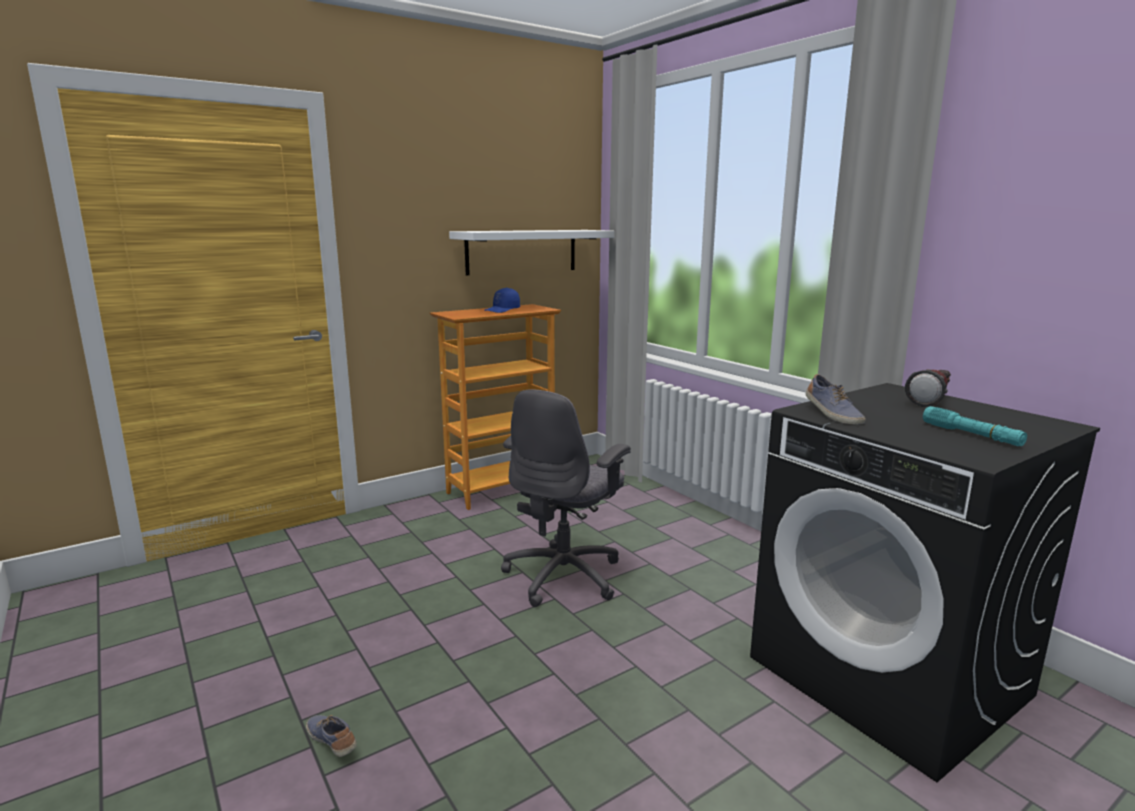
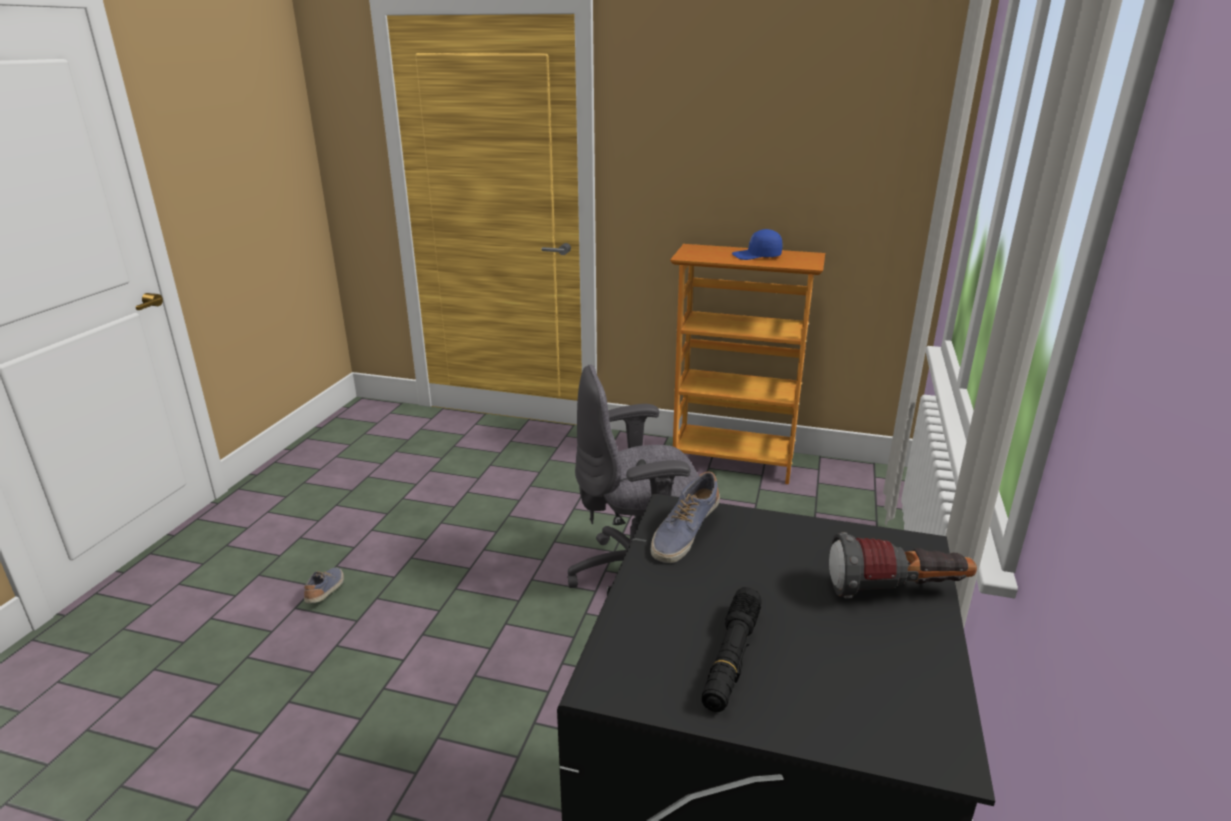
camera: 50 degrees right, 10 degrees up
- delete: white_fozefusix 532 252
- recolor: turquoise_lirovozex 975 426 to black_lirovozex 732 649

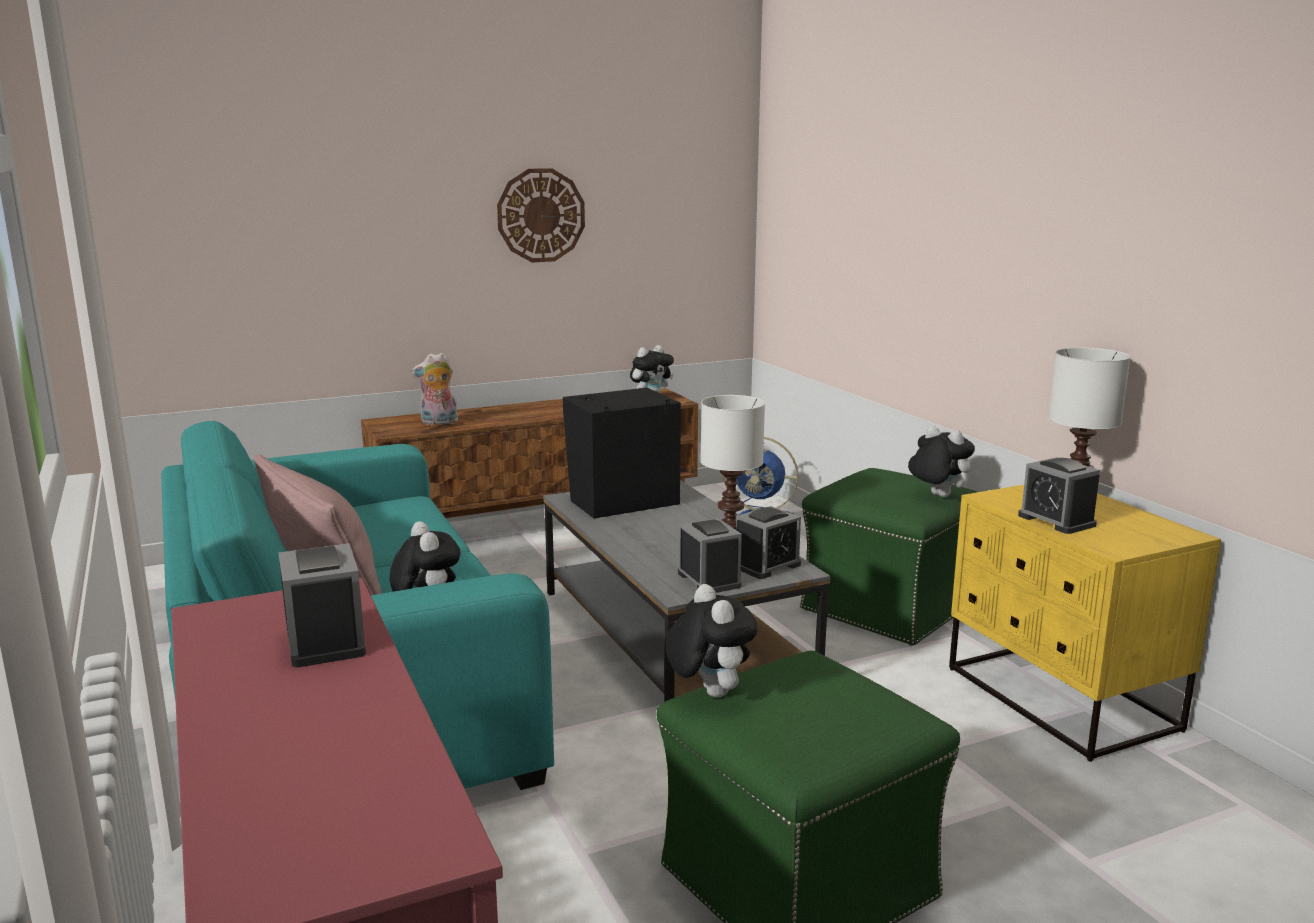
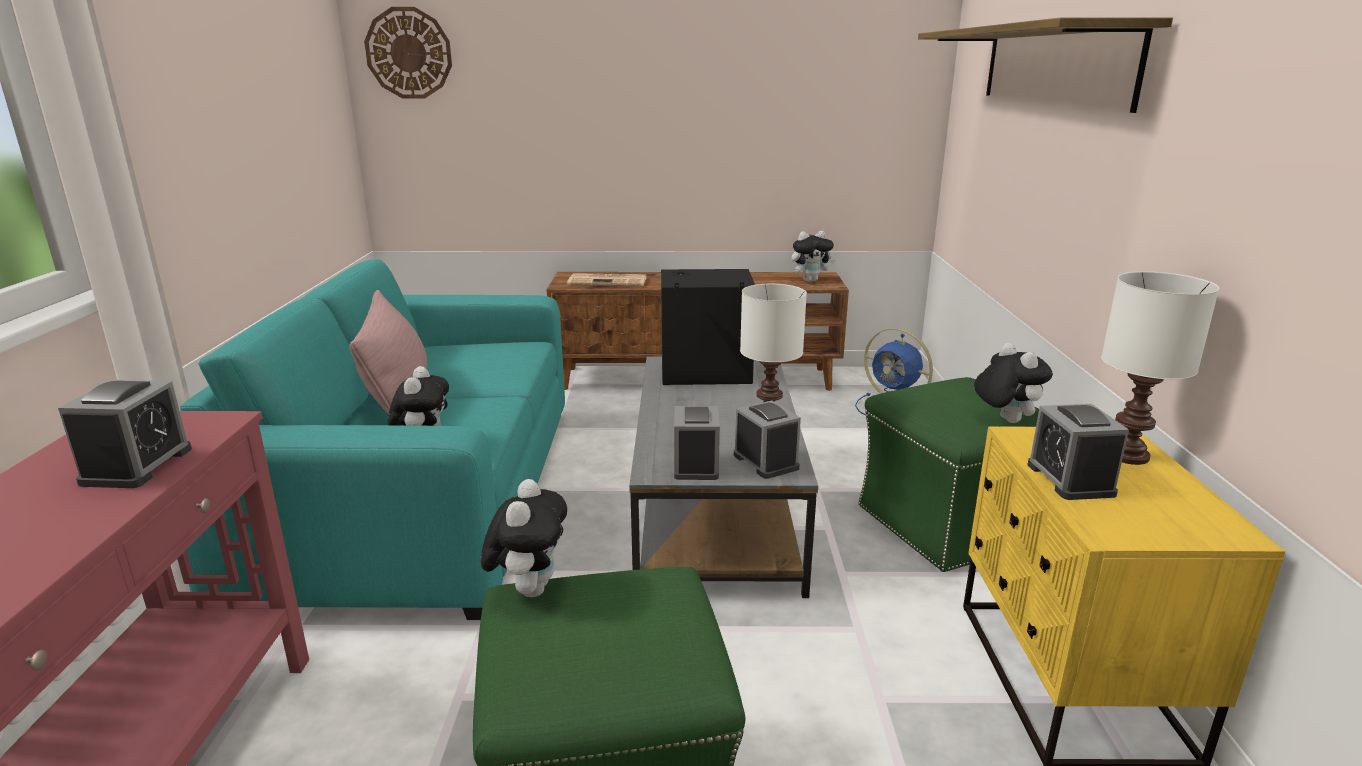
camera: 25 degrees right, 5 degrees up
- insert: fozefusix 1045 65
- move: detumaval 541 215 to 408 53
- replace: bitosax 434 388 to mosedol 607 279
- rotate: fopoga 768 542 = 767 440 105 degrees counterclockwise

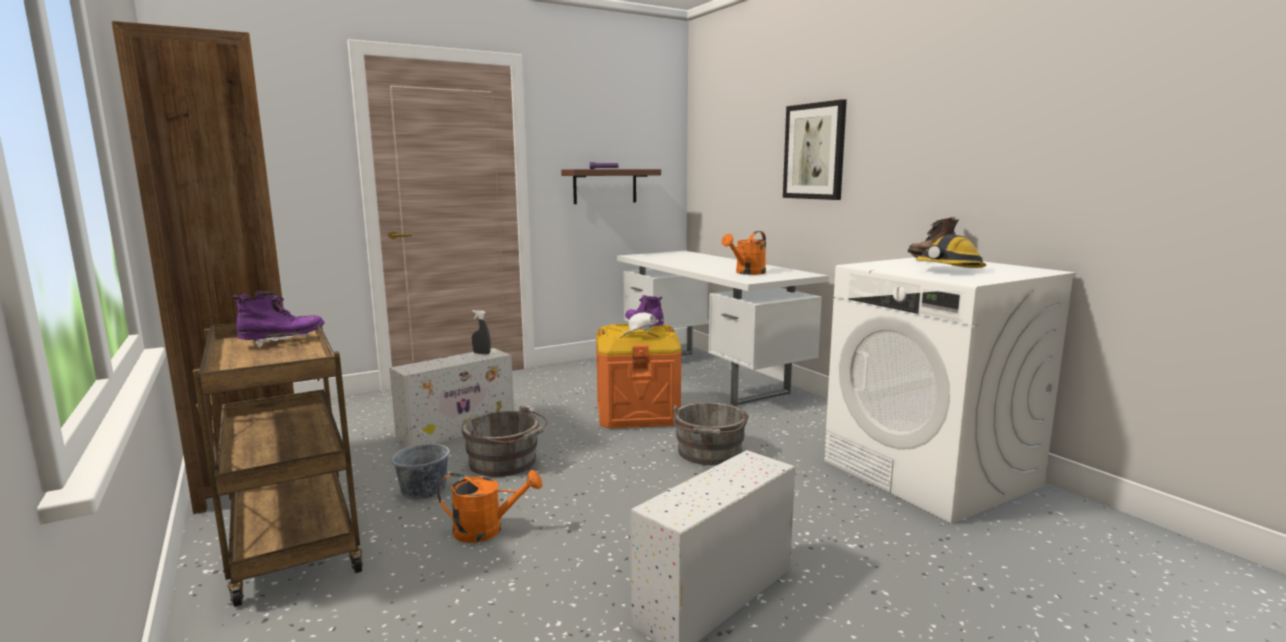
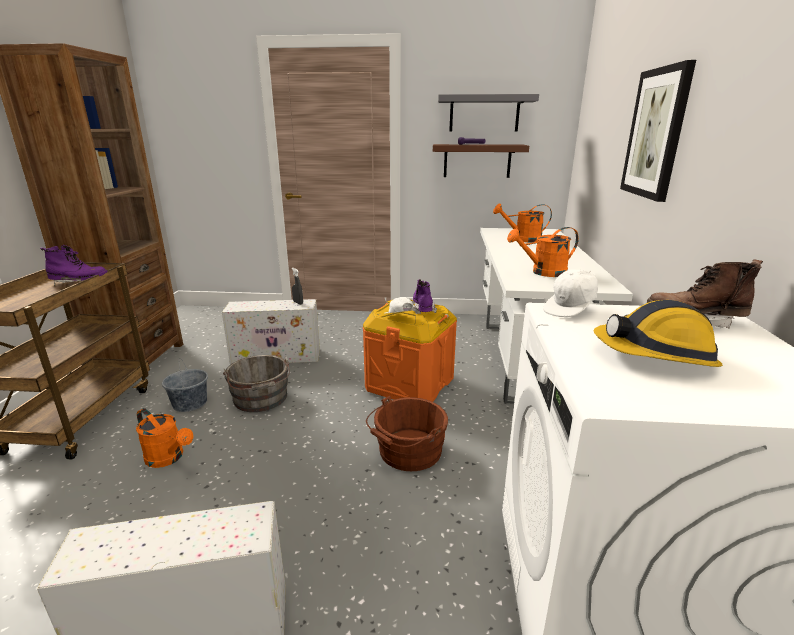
camera: 35 degrees right, 10 degrees up
- insert: grey_fozefusix 488 113
- insert: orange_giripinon 522 223
- insert: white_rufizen 570 293
- recolor: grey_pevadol 710 433 to brown_pevadol 407 433

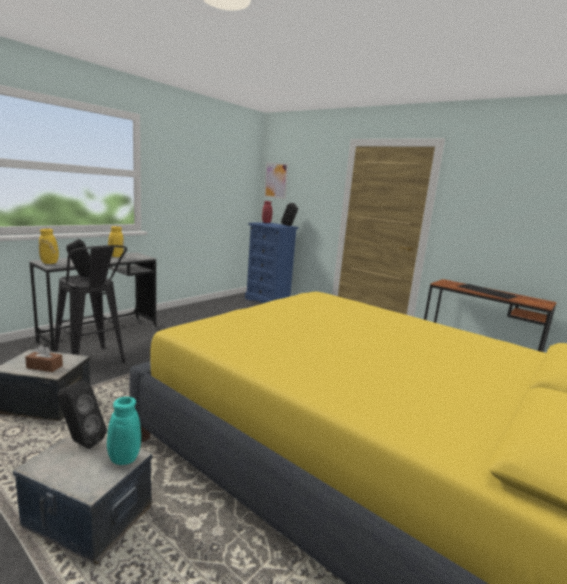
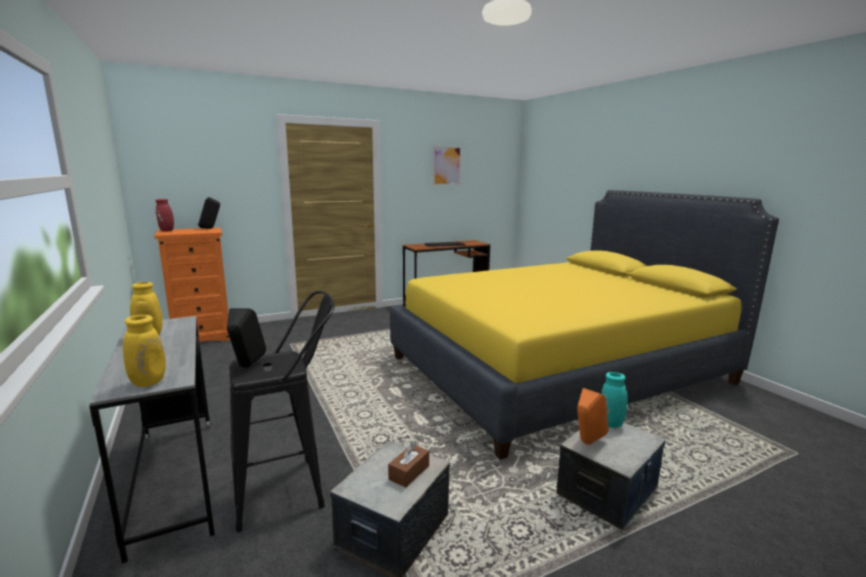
camera: 65 degrees left, 0 degrees up
- move: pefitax 276 181 to 447 165
- recolor: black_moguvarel 82 414 to orange_moguvarel 593 416
- recolor: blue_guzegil 271 262 to orange_guzegil 192 285

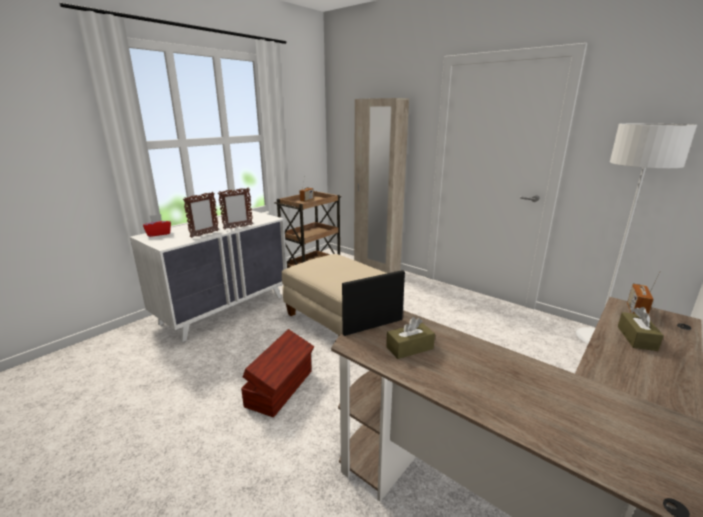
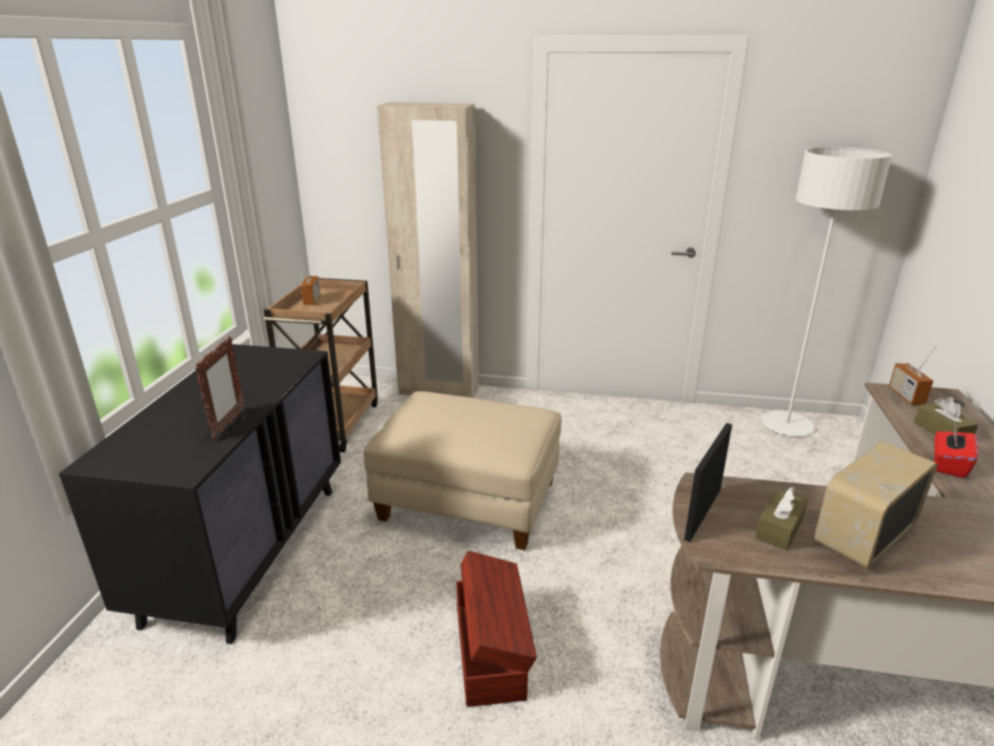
camera: 30 degrees left, 5 degrees up
- delete: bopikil 235 208
- insert: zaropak 876 505
- move: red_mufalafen 157 225 to 956 450
- recolor: white_guzegil 208 276 to black_guzegil 200 494

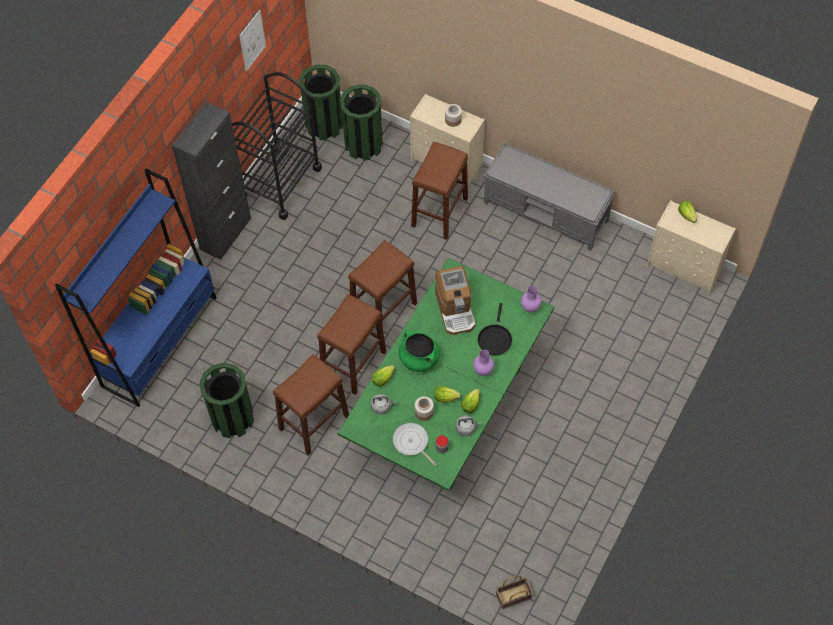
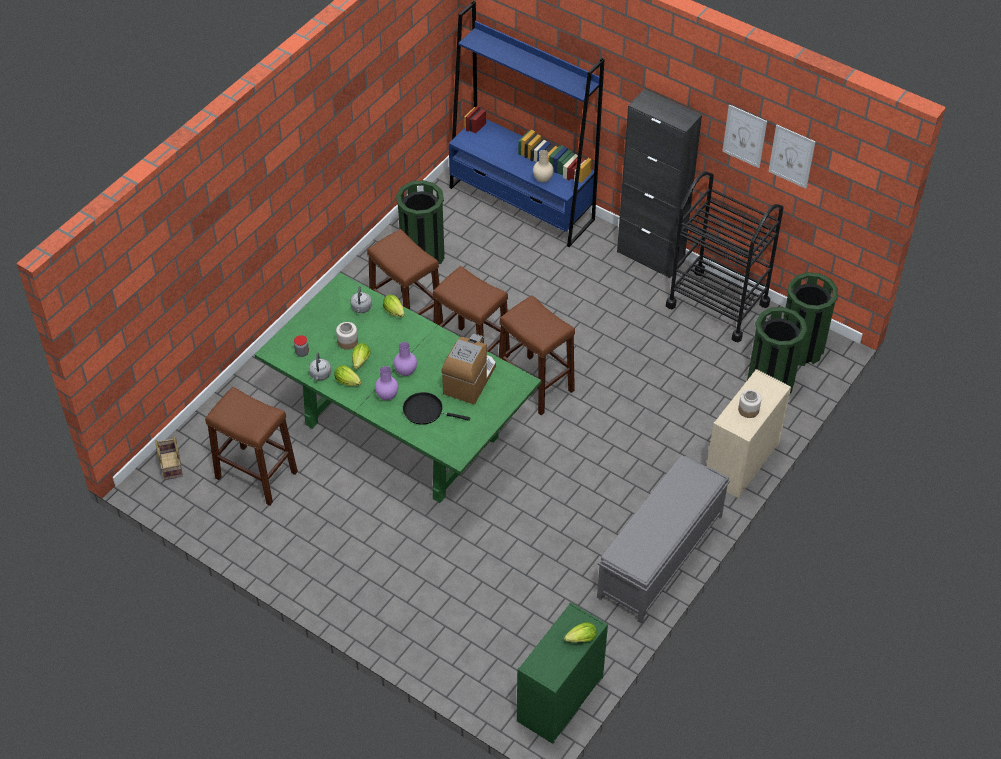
camera: 95 degrees right, 10 degrees down
- delete: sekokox 415 444
- delete: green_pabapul 419 351
- insert: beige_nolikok 543 166
- insert: pefitax 744 136
- move: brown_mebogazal 439 190 to 251 446
- move: purple_nolikok 531 299 to 405 359
- recolor: beige_guzegil 691 247 to green_guzegil 562 673
- rotate: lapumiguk 455 300 = 468 369 120 degrees clockwise

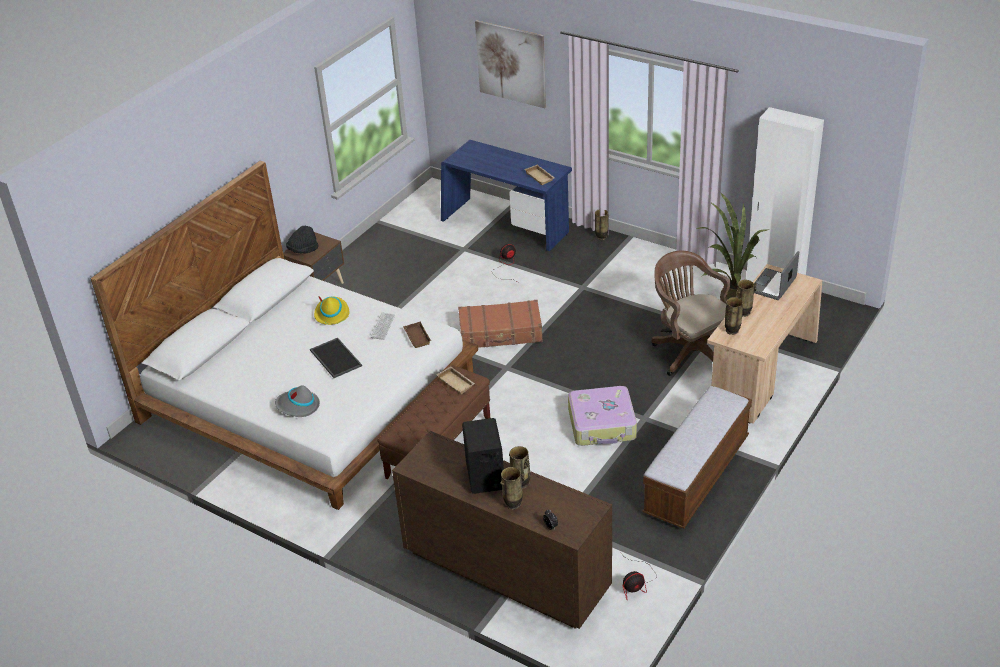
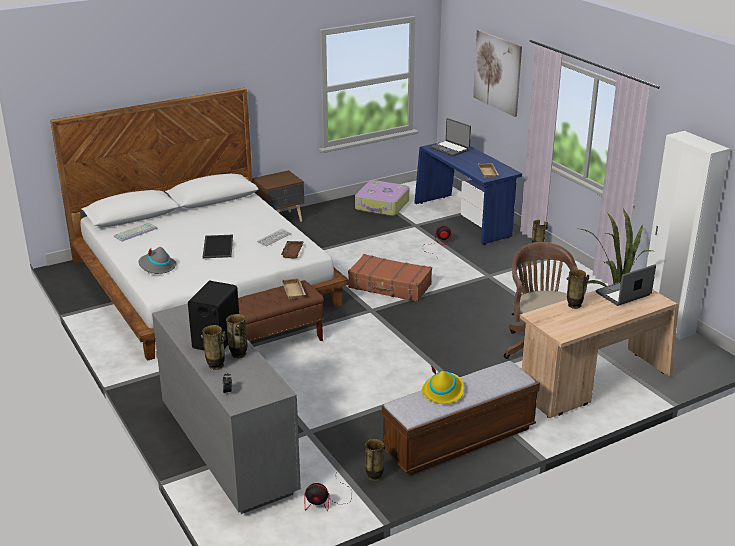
camera: 25 degrees right, 10 degrees down
- delete: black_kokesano 302 240
- insert: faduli 136 232
- insert: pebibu 450 137
- move: yellow_kokesano 331 310 to 443 385
- move: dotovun 602 416 to 382 198
- move: nolikok 734 315 to 375 460
- recolor: brown_guzegil 502 530 to grey_guzegil 226 409

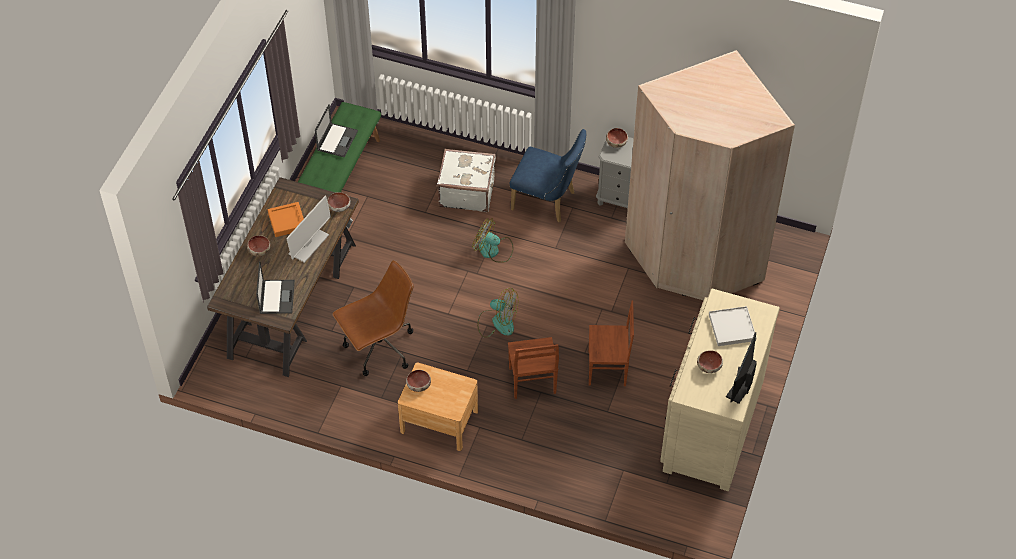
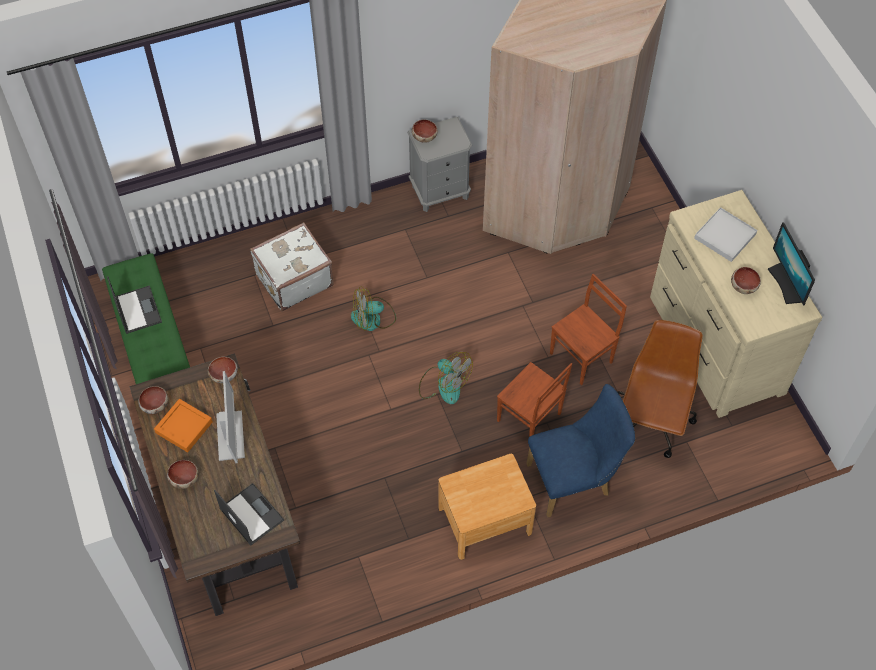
camera: 40 degrees left, 5 degrees up
- move: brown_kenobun 373 318 to 660 389
- move: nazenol 418 381 to 153 400
- move: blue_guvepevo 548 176 to 580 450
- rotate: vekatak 497 313 = 446 378 60 degrees clockwise

